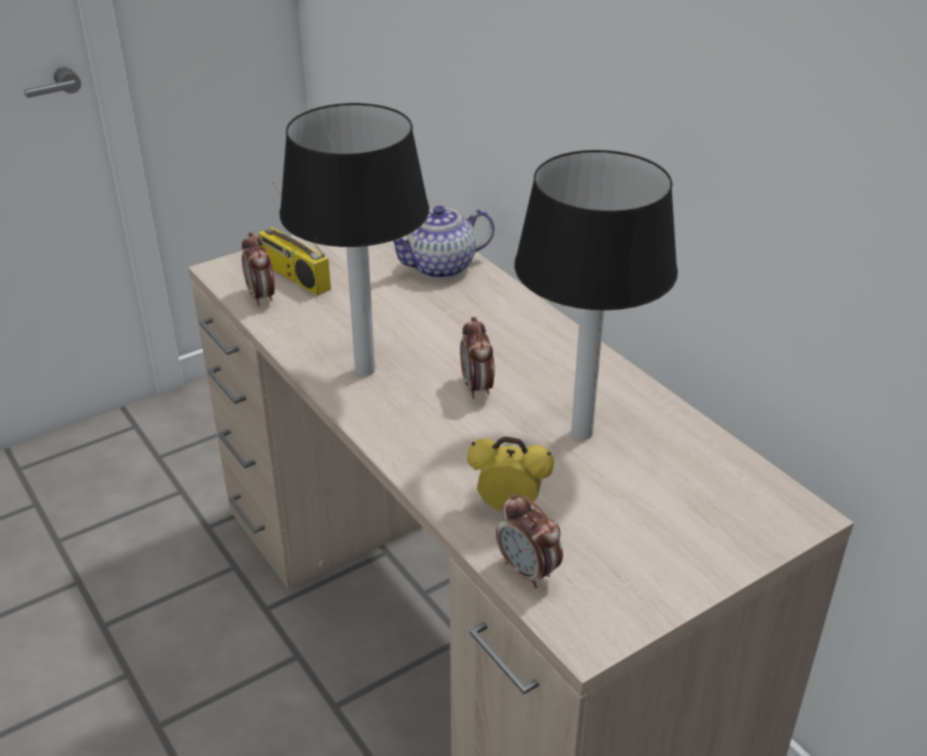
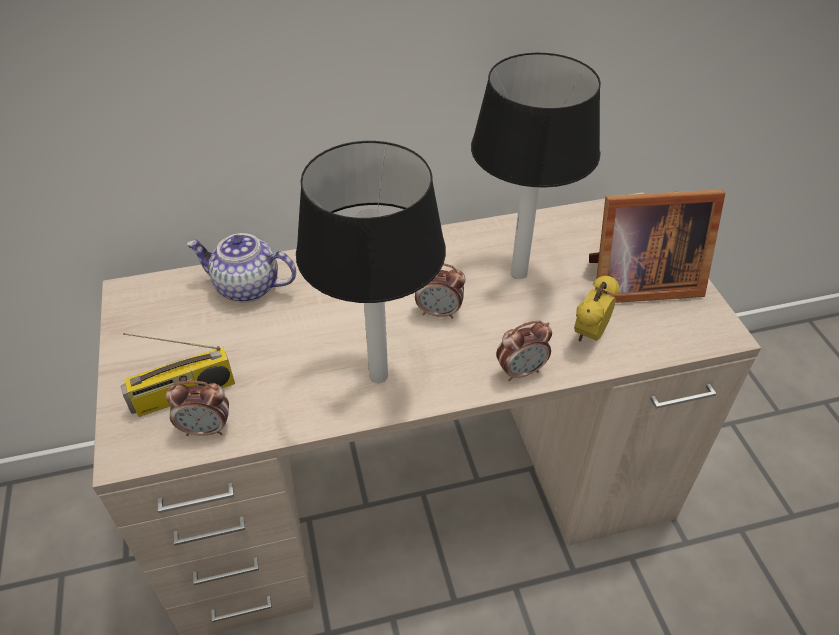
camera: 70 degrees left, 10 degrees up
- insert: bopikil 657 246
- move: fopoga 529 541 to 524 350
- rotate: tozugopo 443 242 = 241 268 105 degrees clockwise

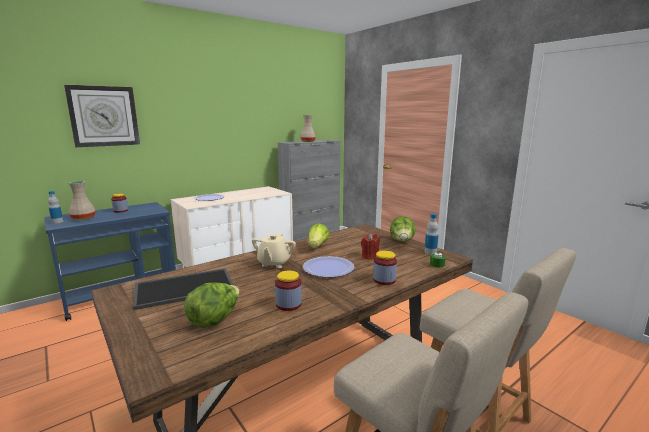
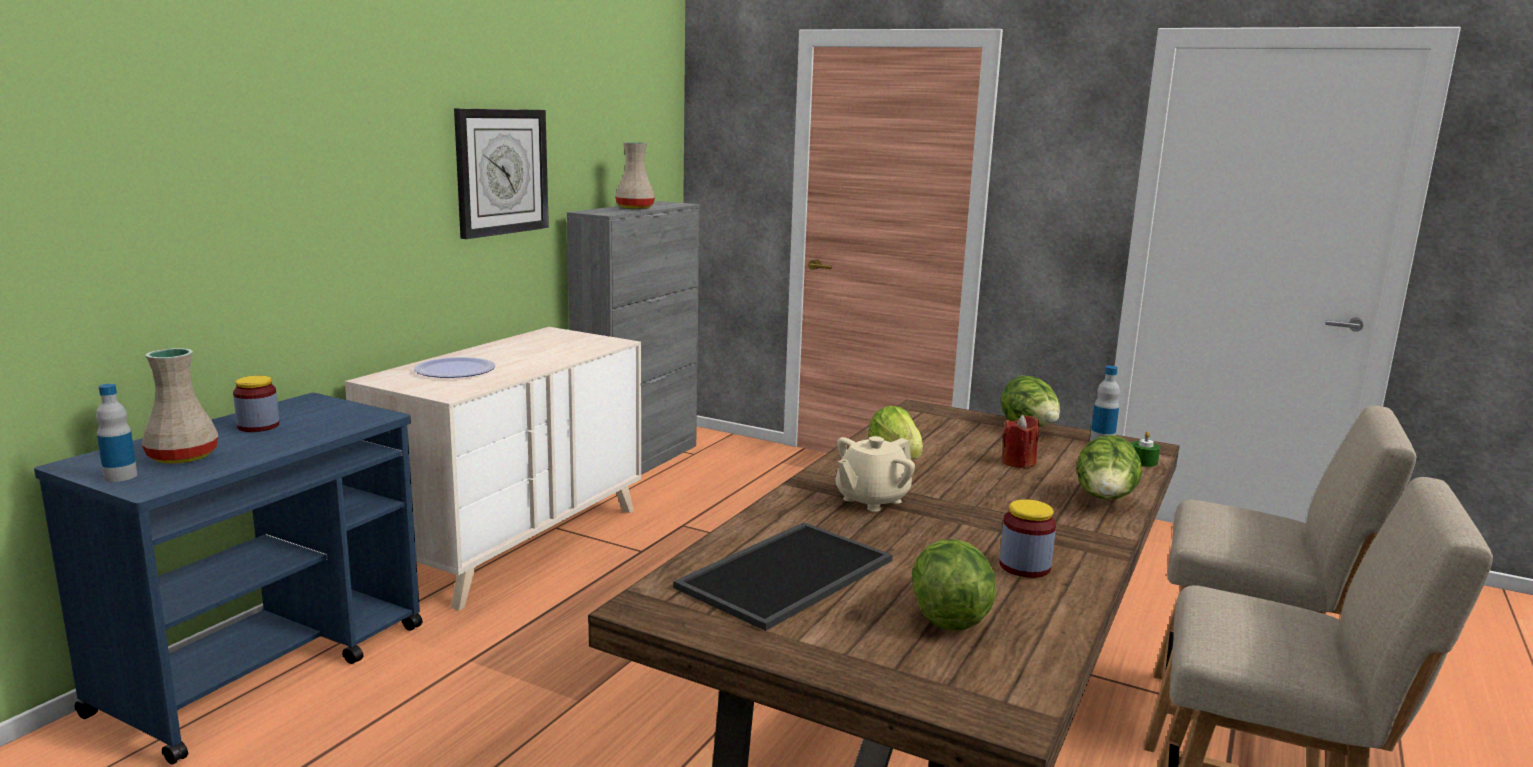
camera: 25 degrees left, 0 degrees up
- delete: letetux 328 267
- move: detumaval 102 116 to 501 173
- replace: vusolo 385 268 to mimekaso 1109 467
- rotate: beige_tozugopo 274 250 = 875 474 60 degrees clockwise

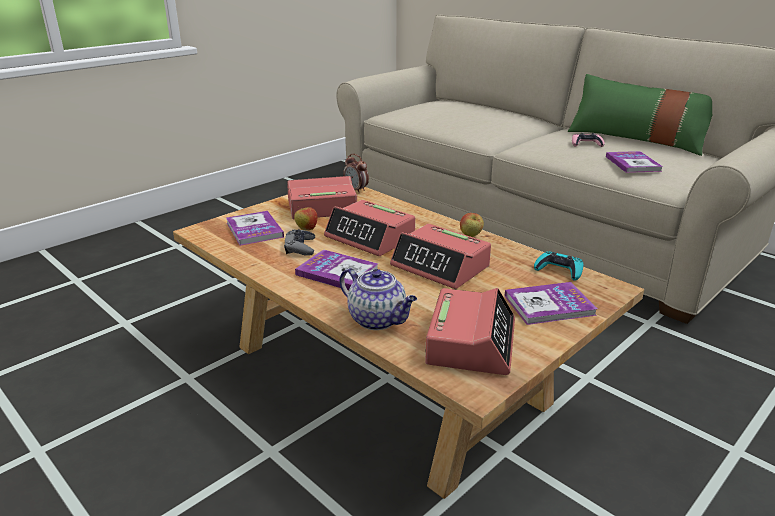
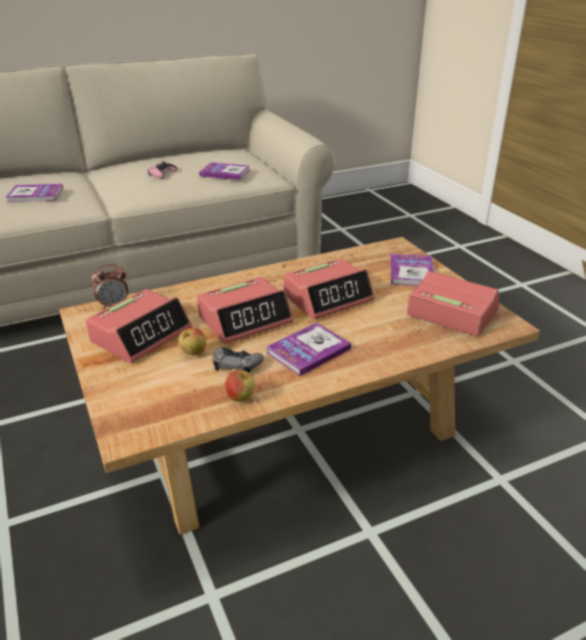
camera: 70 degrees left, 5 degrees up
- delete: tozugopo 378 299
- delete: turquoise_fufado 558 266
- delete: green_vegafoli 640 115
- move: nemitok 255 228 to 34 193
- move: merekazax 472 225 to 240 386
- rotate: fopoga 322 198 = 139 326 150 degrees counterclockwise

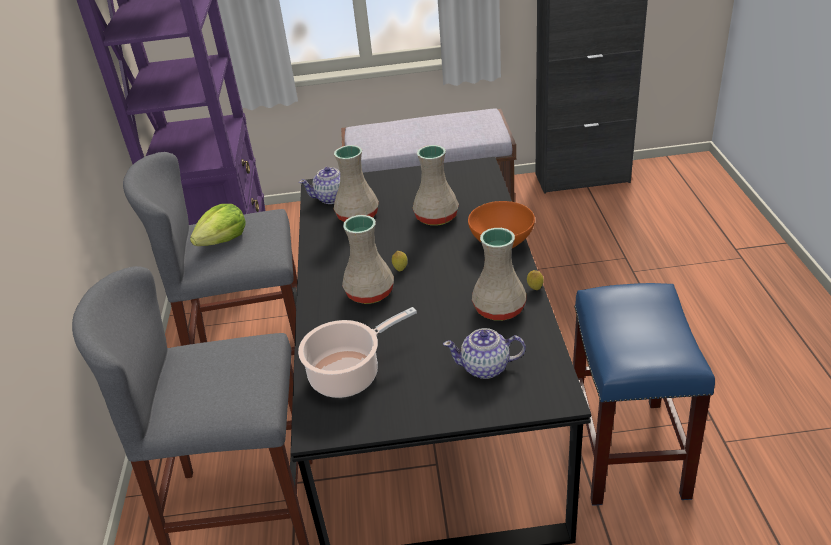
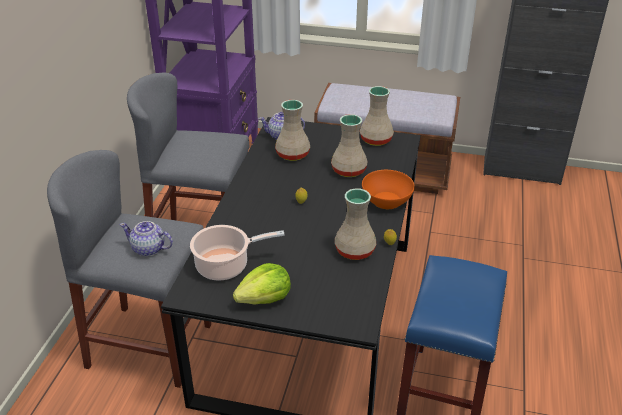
camera: 15 degrees right, 0 degrees up
- move: mimekaso 218 225 to 262 284
- move: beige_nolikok 368 259 to 377 116
- move: tozugopo 484 353 to 146 238

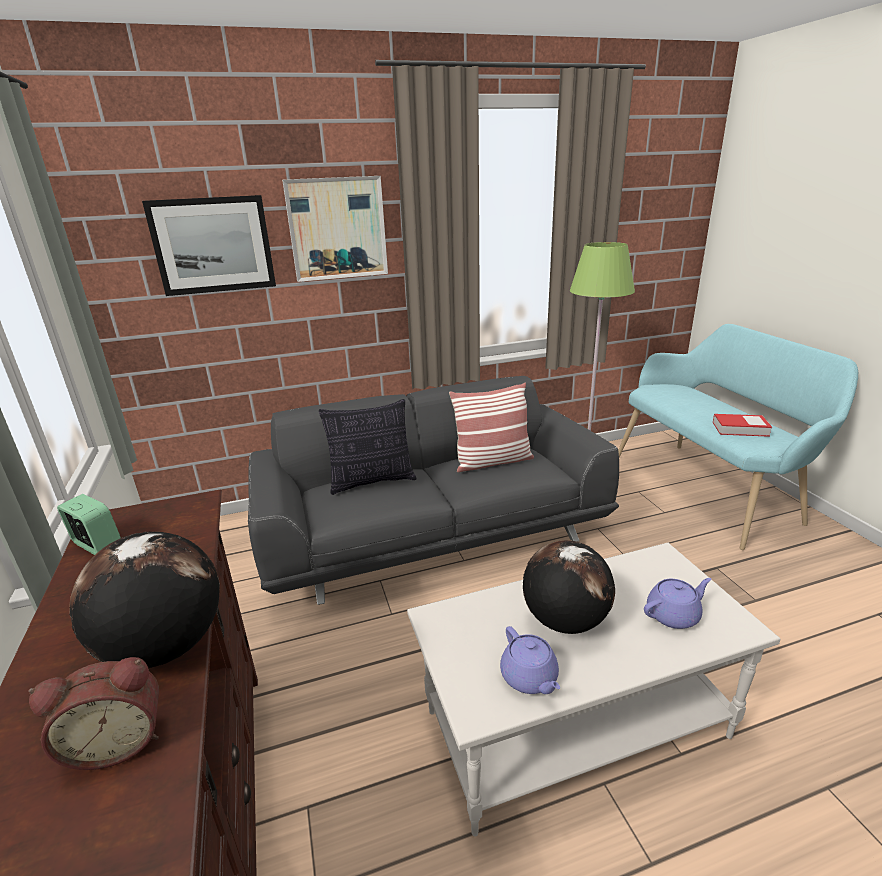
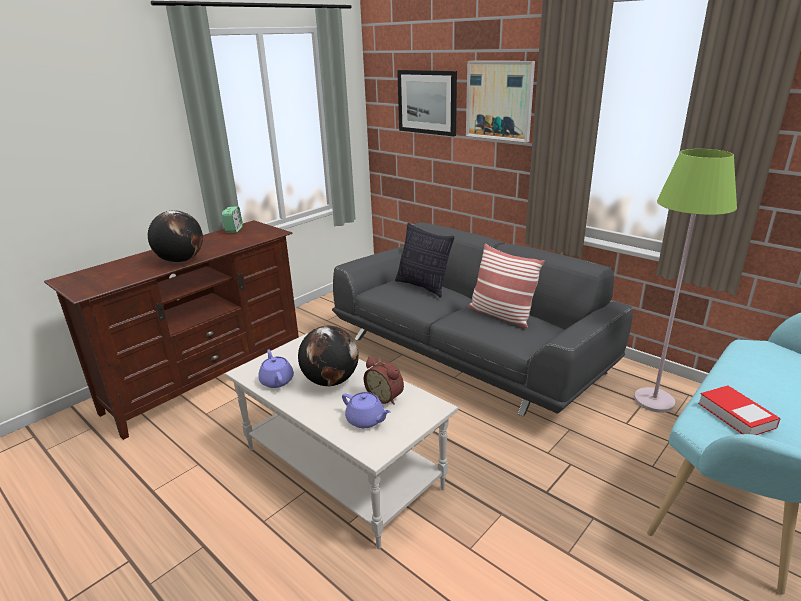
camera: 60 degrees right, 0 degrees up
- move: fopoga 93 713 to 383 381
- rotate: purple_tozugopo 530 660 = 276 368 120 degrees clockwise

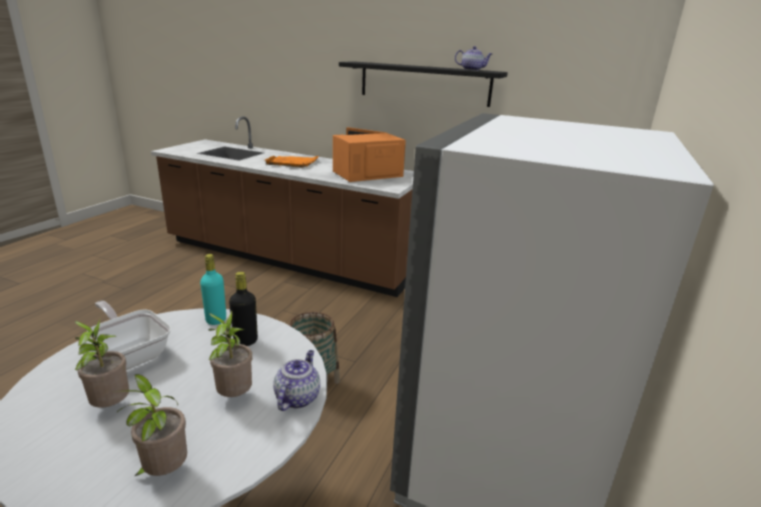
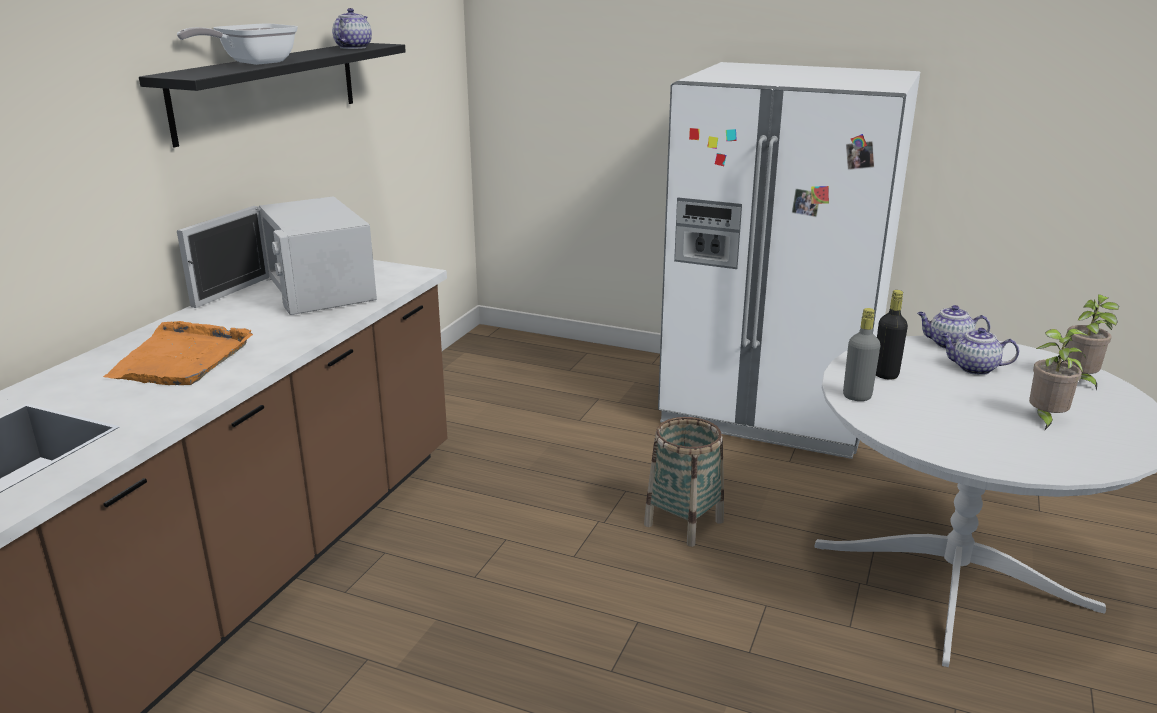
camera: 90 degrees left, 0 degrees up
- move: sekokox 129 335 to 237 44
- replace: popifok 230 353 to tozugopo 980 351
- recolor: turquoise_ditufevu 213 289 to grey_ditufevu 861 354
- recolor: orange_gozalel 369 154 to white_gozalel 277 255

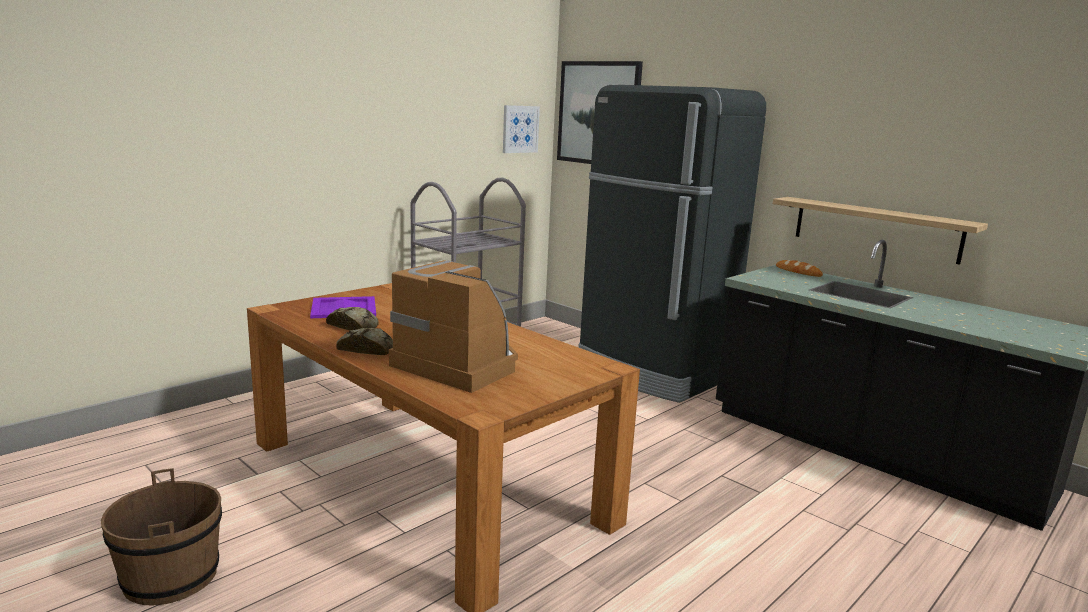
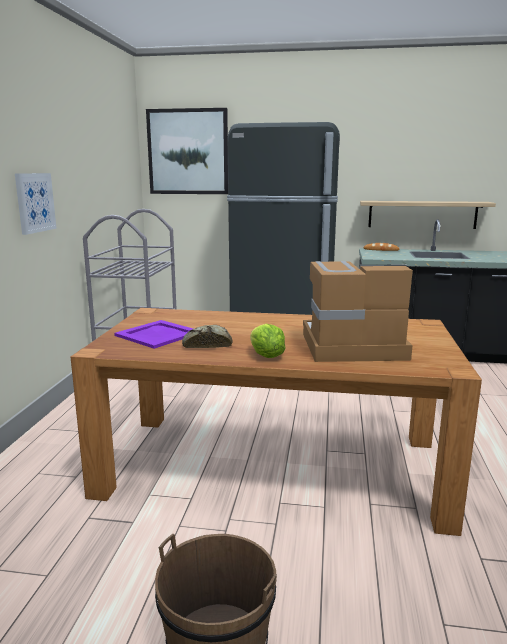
camera: 35 degrees left, 0 degrees up
- move: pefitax 521 129 to 36 204
- replace: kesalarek 364 341 to mimekaso 267 340

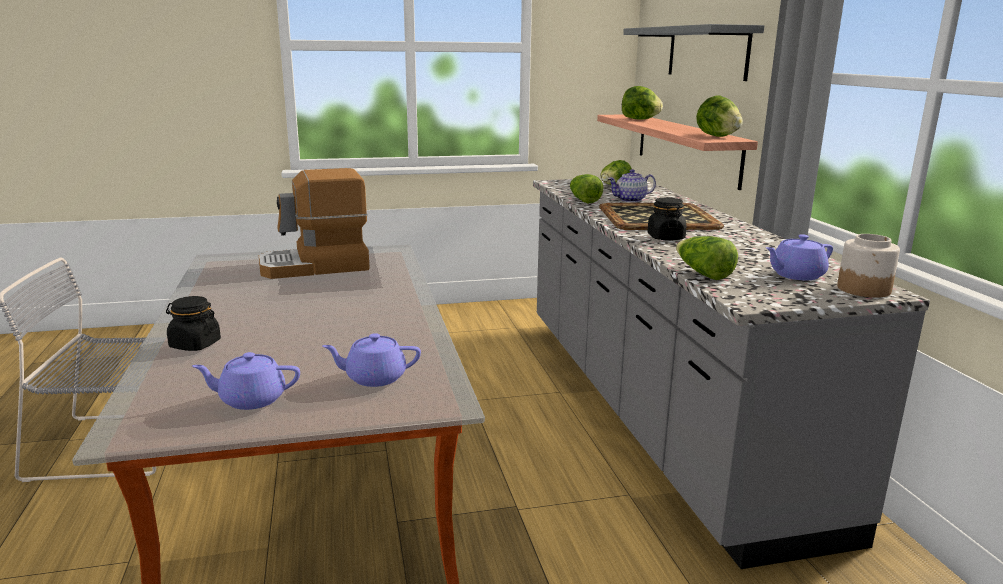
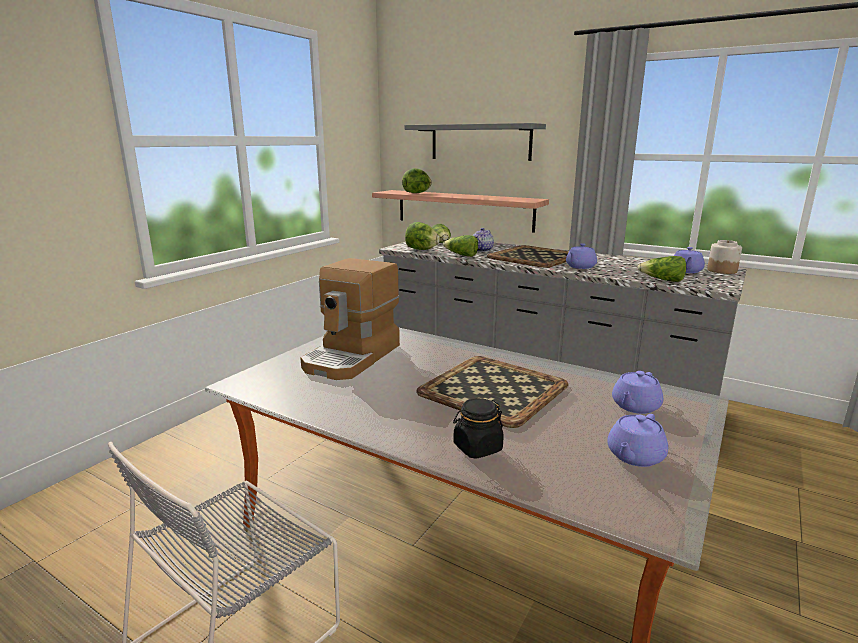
camera: 45 degrees left, 0 degrees up
- insert: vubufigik 492 392
- move: mimekaso 719 116 to 422 236
- replace: black_vusolo 666 219 to purple_tozugopo 581 256

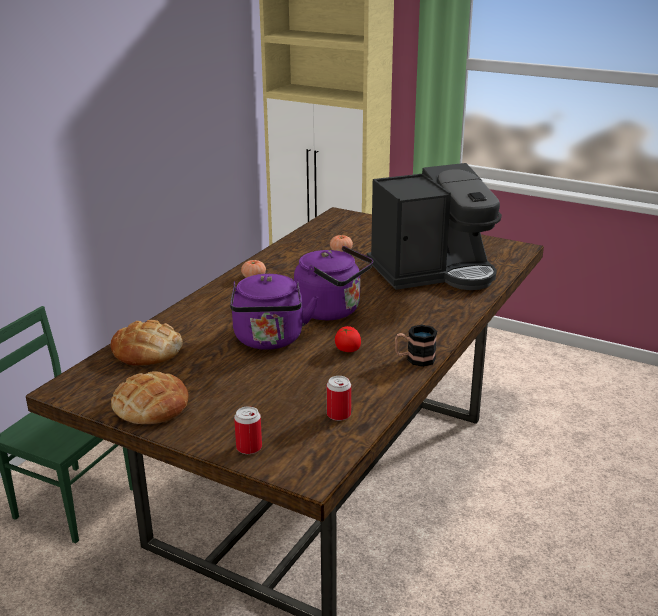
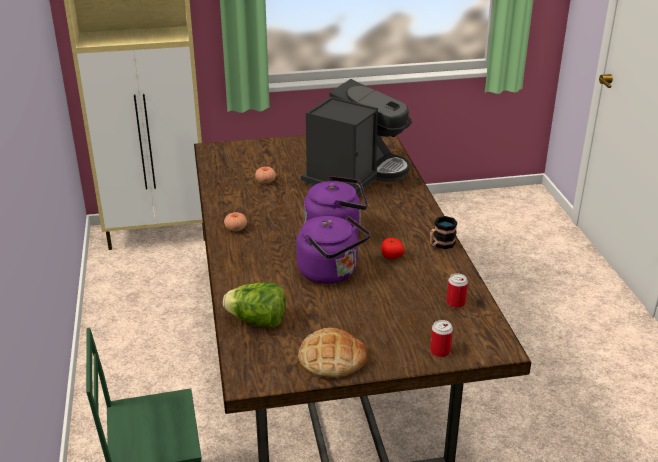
camera: 40 degrees left, 5 degrees up
- replace: kesalarek 146 343 to mimekaso 254 305

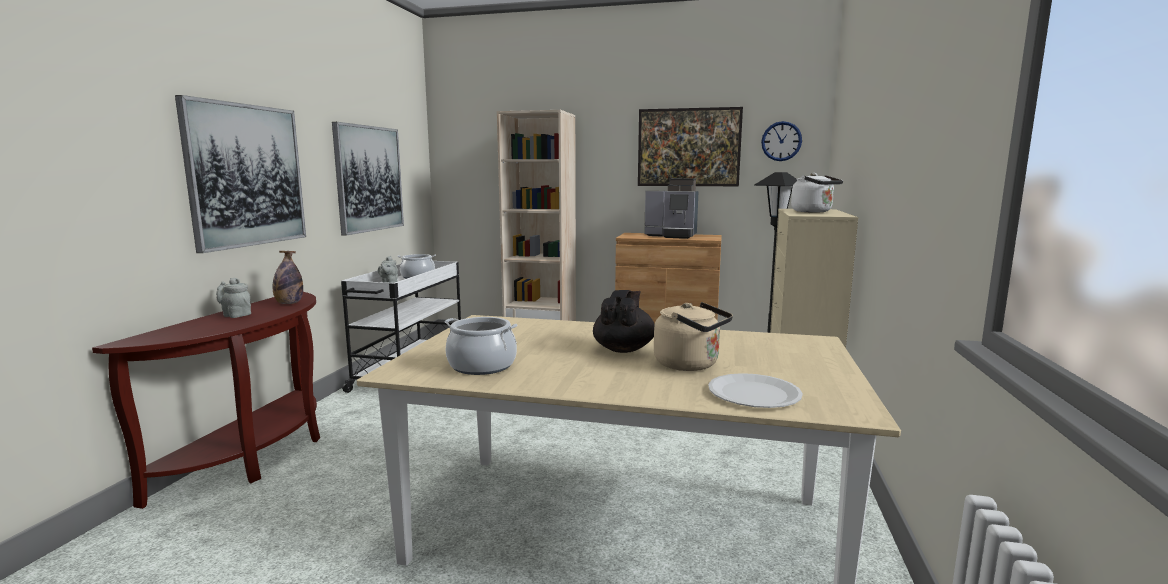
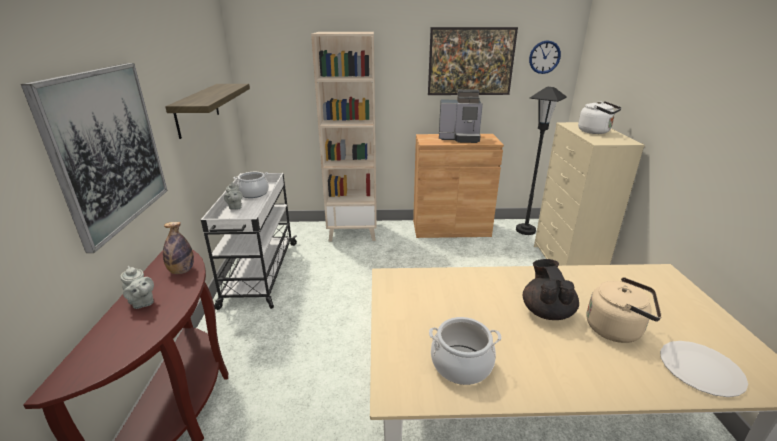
camera: 15 degrees left, 15 degrees up
- replace: pefitax 368 178 to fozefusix 207 111
- rotate: grey_tozugopo 233 298 = 137 287 150 degrees counterclockwise

